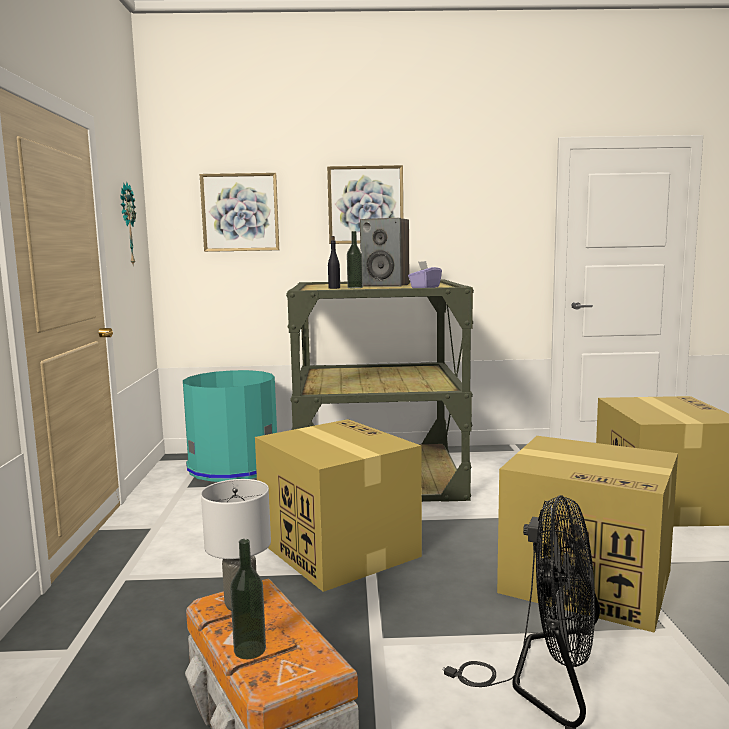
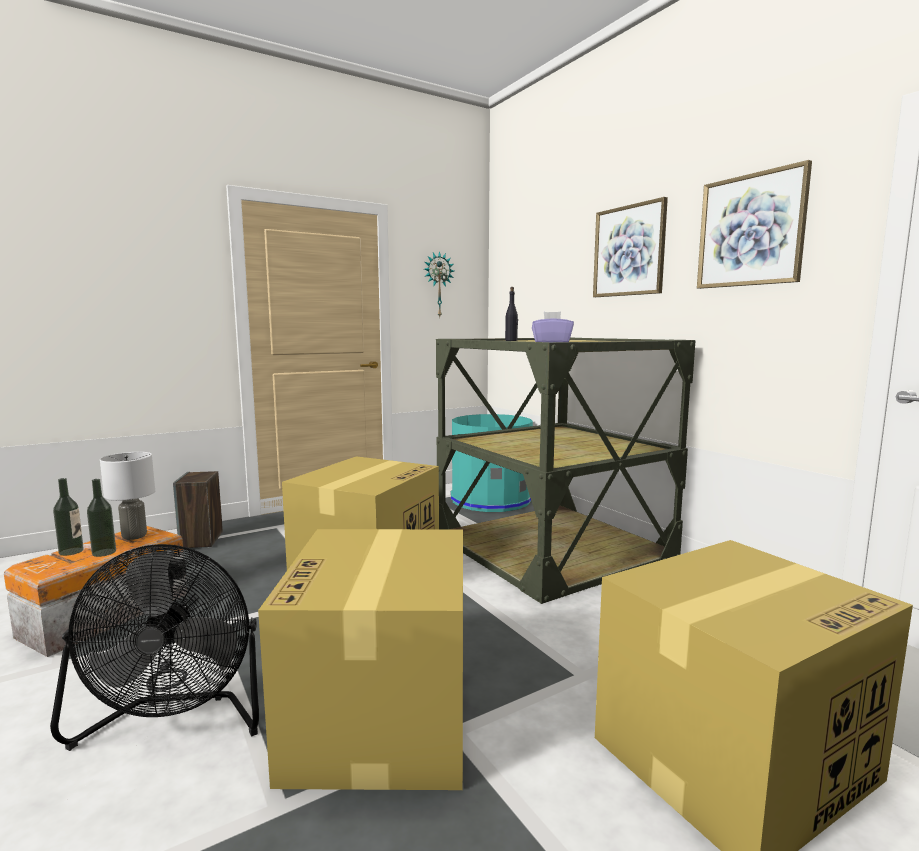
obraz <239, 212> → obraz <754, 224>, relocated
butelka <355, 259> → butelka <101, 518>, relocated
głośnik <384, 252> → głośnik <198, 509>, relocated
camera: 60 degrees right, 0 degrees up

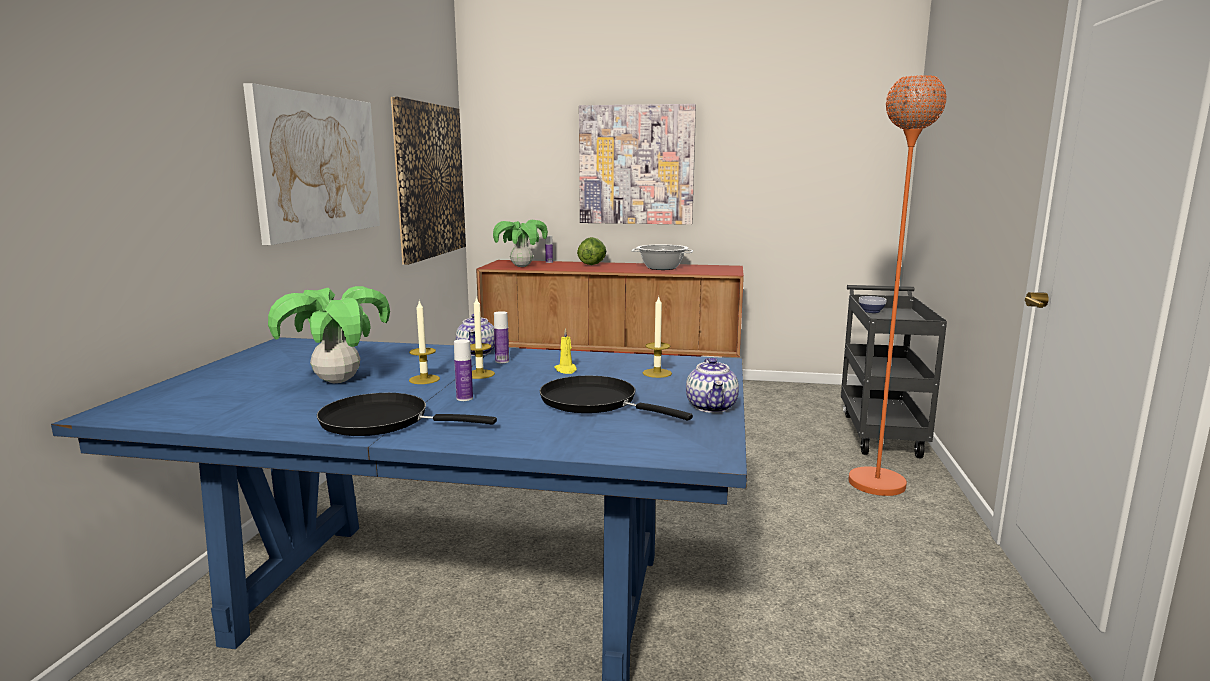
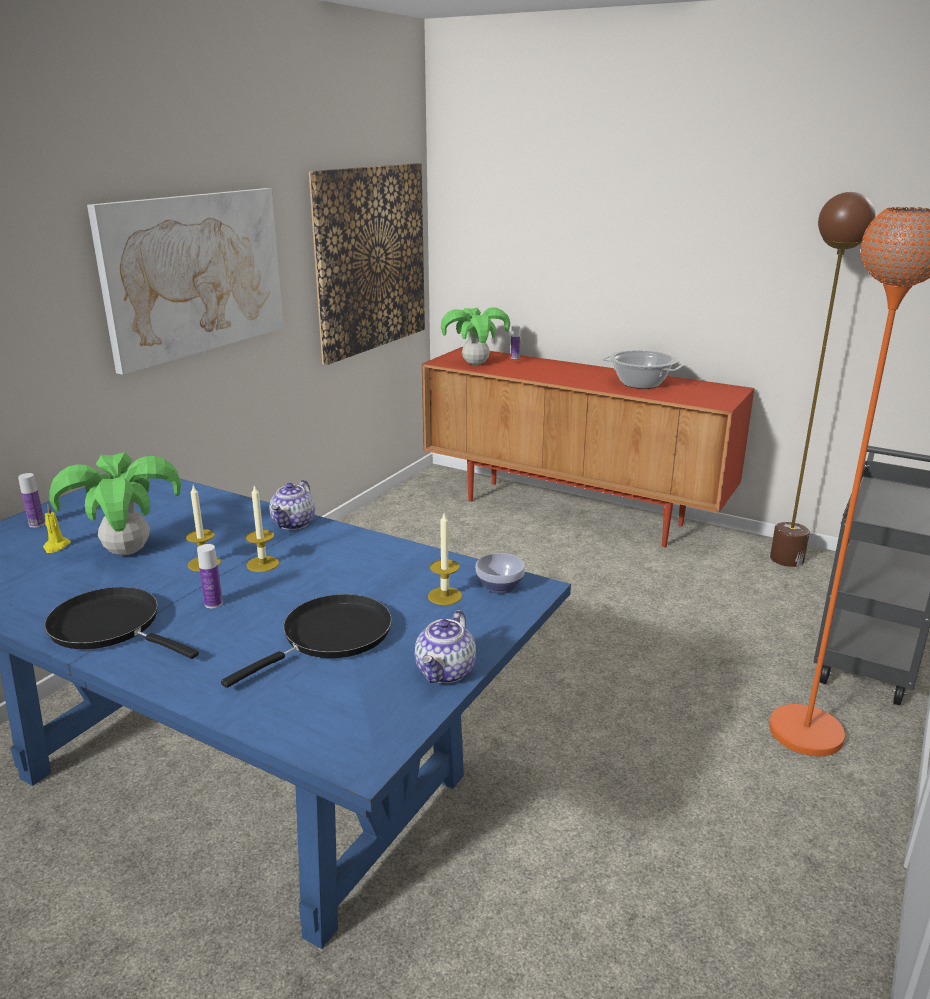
sałata <591, 251> → -
obraz <637, 164> → -
- → lampa stojąca [brązowy] <823, 379>
butelka <501, 337> → butelka <31, 500>, relocated
świeca [żółty] <565, 351> → świeca [żółty] <57, 529>, relocated
miska <873, 304> → miska <500, 573>, relocated
patelnia [czarny] <616, 398> → patelnia [czarny] <306, 641>, 75 degrees clockwise
camera: 20 degrees right, 10 degrees up

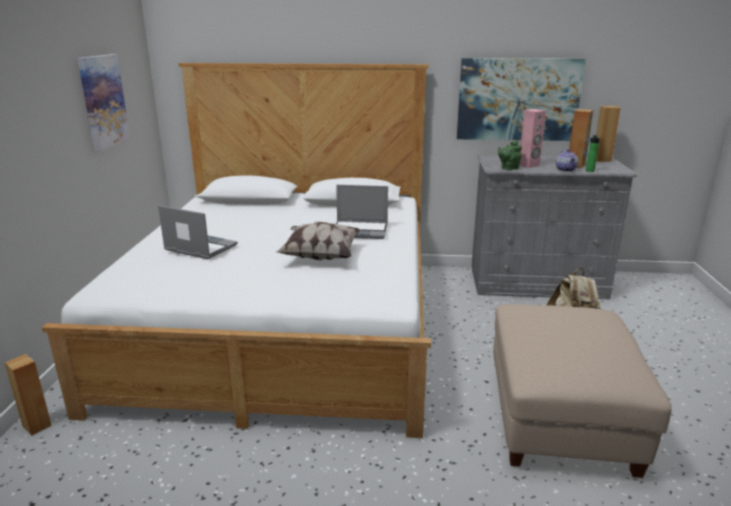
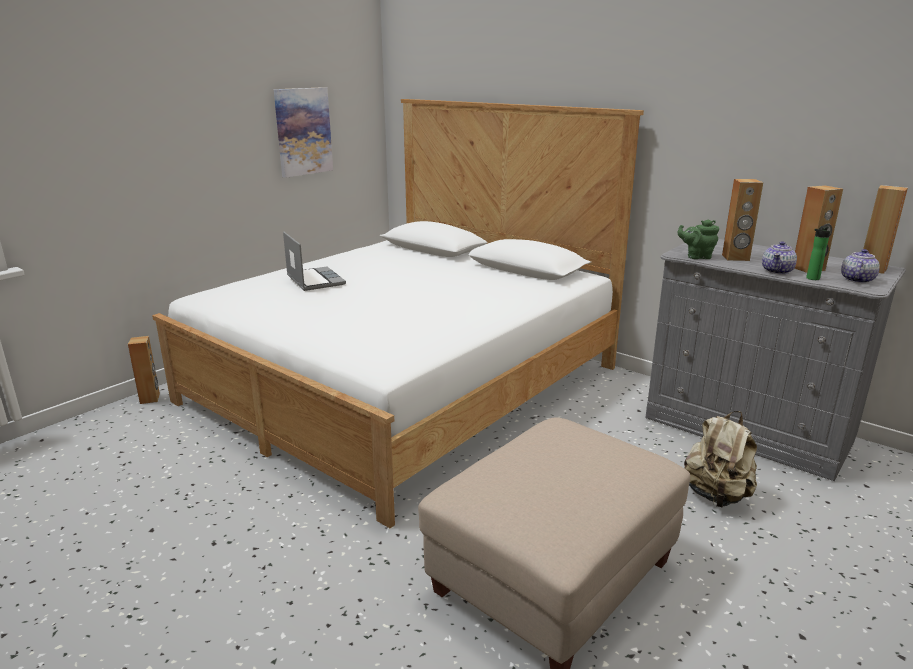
poduszka <318, 241> → -
laptop <362, 212> → -
obraz <521, 99> → -
- → imbryk <860, 266>
głośnik [różowy] <532, 138> → głośnik [brązowy] <742, 220>
camera: 35 degrees right, 0 degrees up

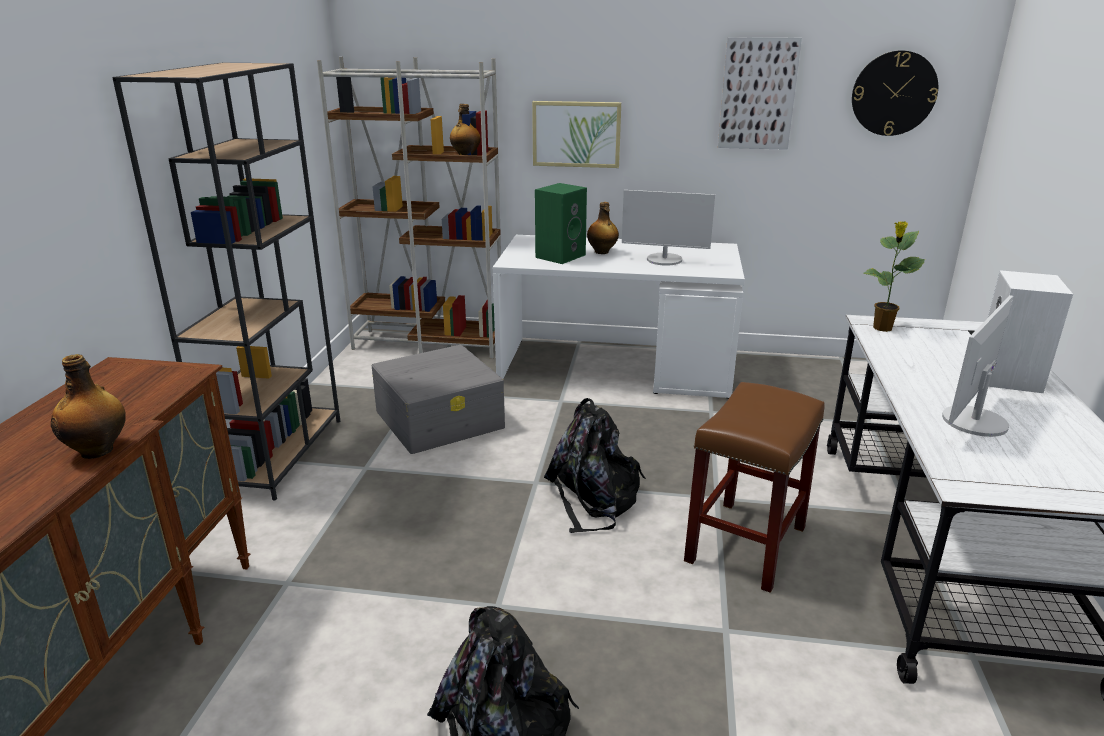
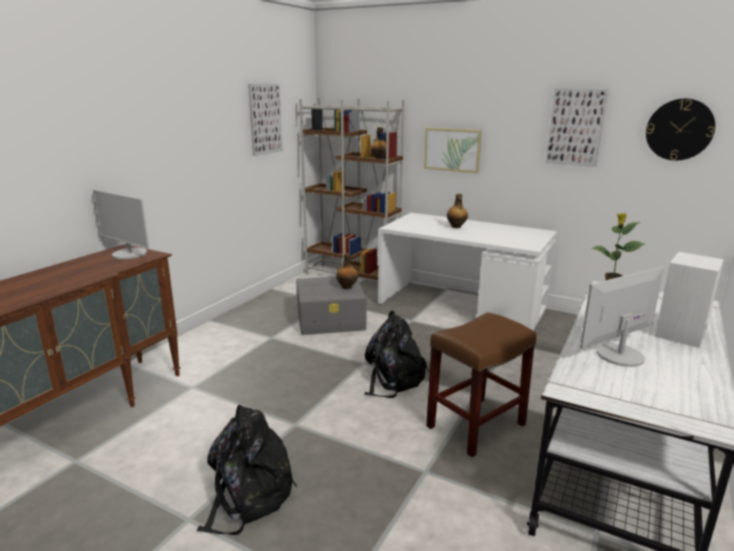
regał <226, 281> → -
głośnik [zielony] <561, 223> → -
- → obraz <265, 120>
butelka <88, 406> → butelka <347, 271>, relocated
monitor <668, 228> → monitor <121, 224>, relocated
camera: 20 degrees right, 5 degrees down

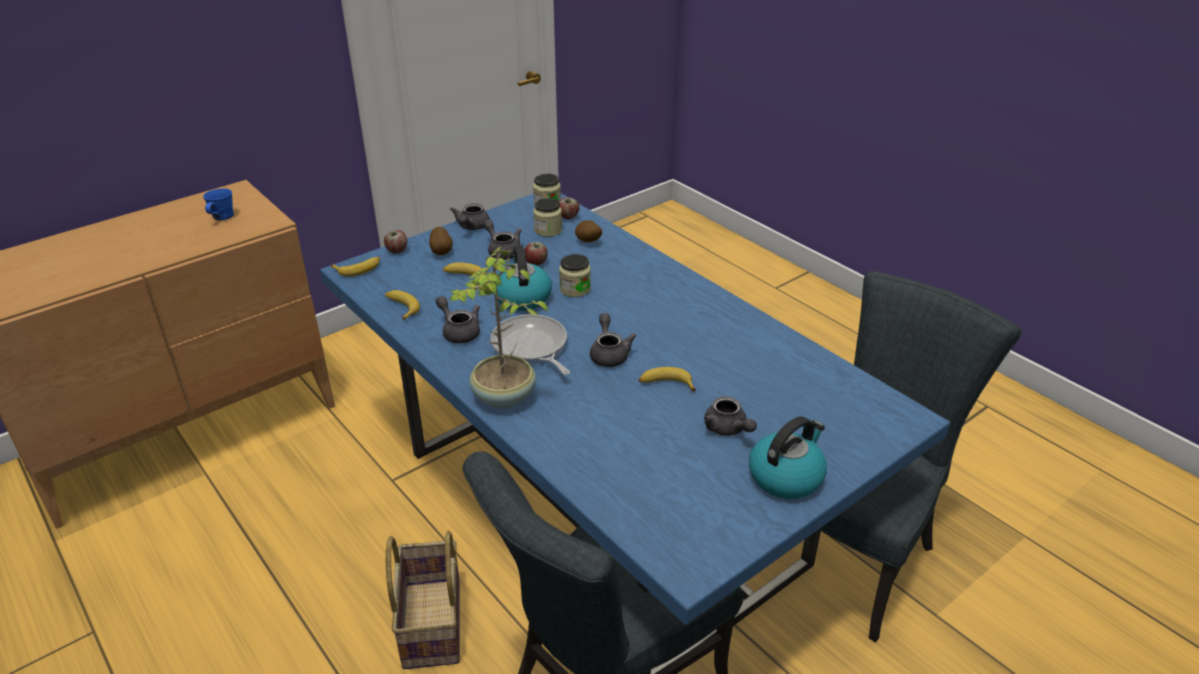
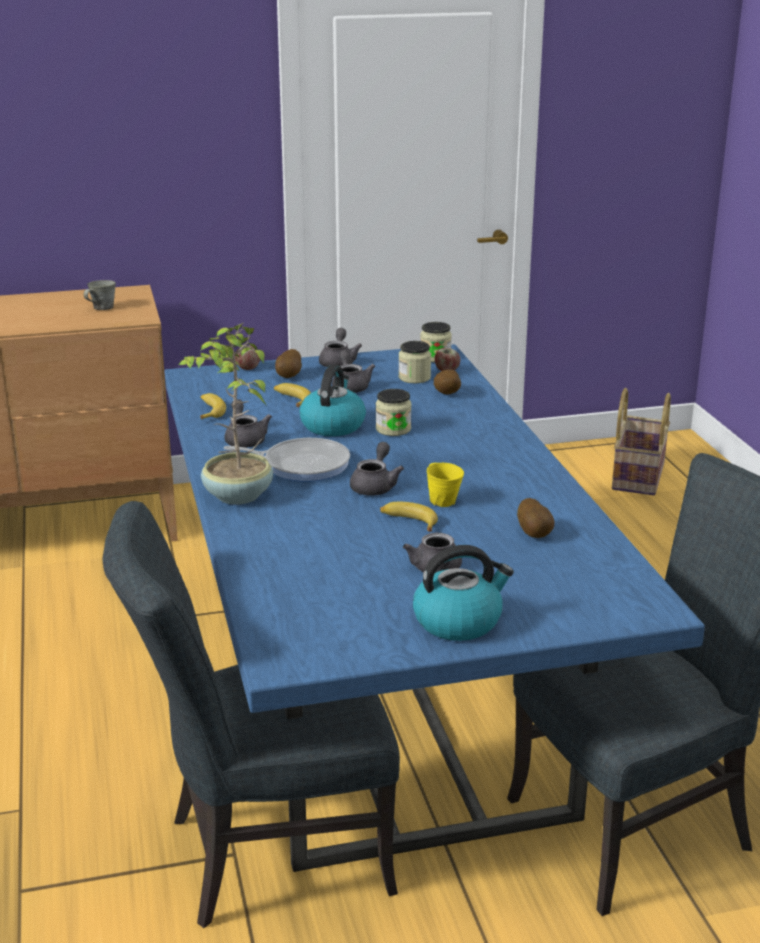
banan <355, 267> → -
jabłko <536, 253> → -
- → kubek [żółty] <445, 485>
- → ziemniak <535, 518>
koszyk <423, 600> → koszyk <641, 441>, relocated
kubek [niebieski] <218, 204> → kubek [szary] <100, 295>
imbryk [szary] <470, 216> → imbryk [szary] <340, 347>, 150 degrees clockwise
patelnia <530, 344> → patelnia <287, 460>, 105 degrees clockwise
camera: 25 degrees right, 10 degrees down

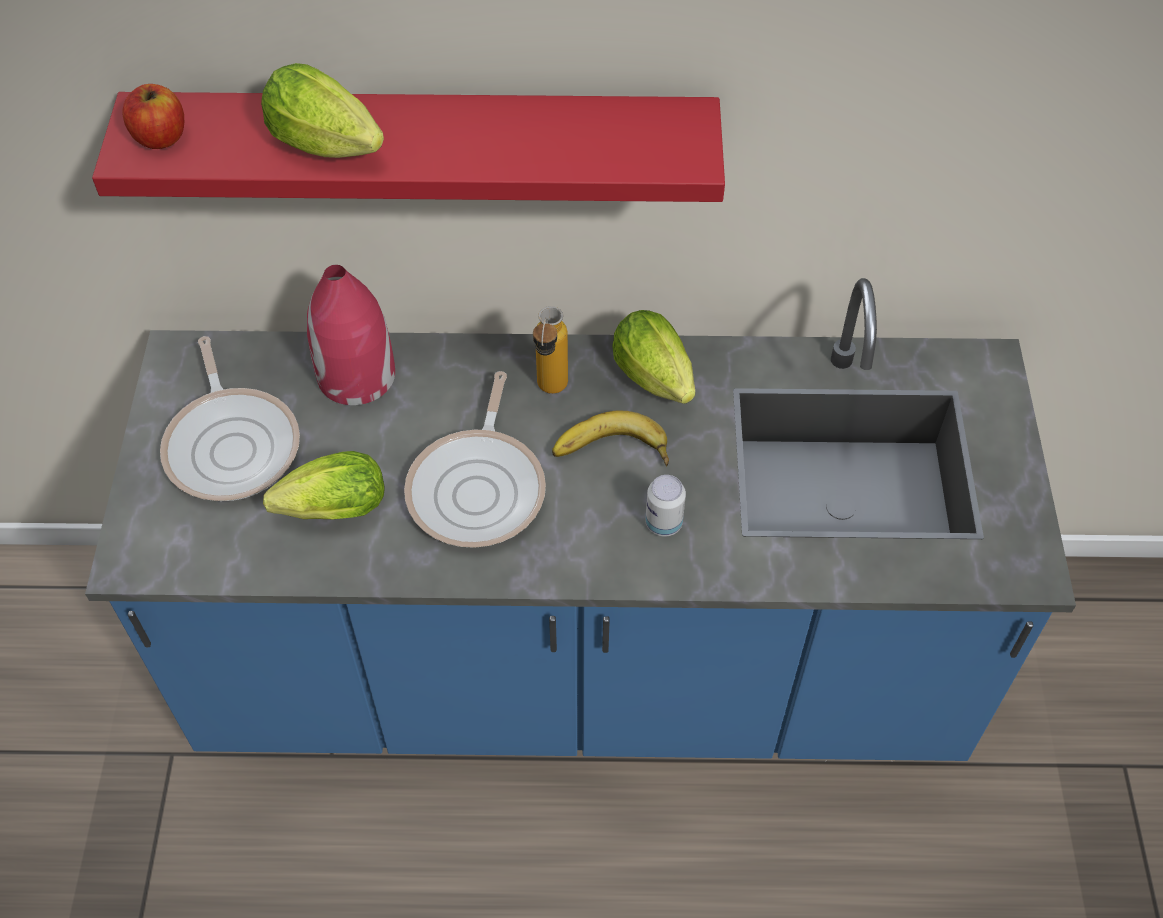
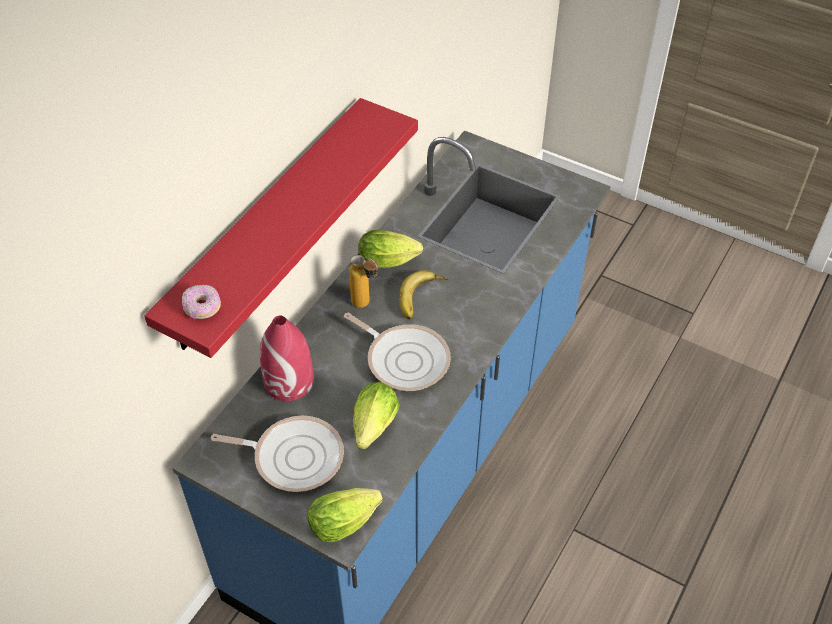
puszka <665, 506> → -
sałata <322, 110> → sałata <345, 515>, relocated
jabłko <153, 116> → donut <201, 302>
camera: 60 degrees left, 5 degrees down

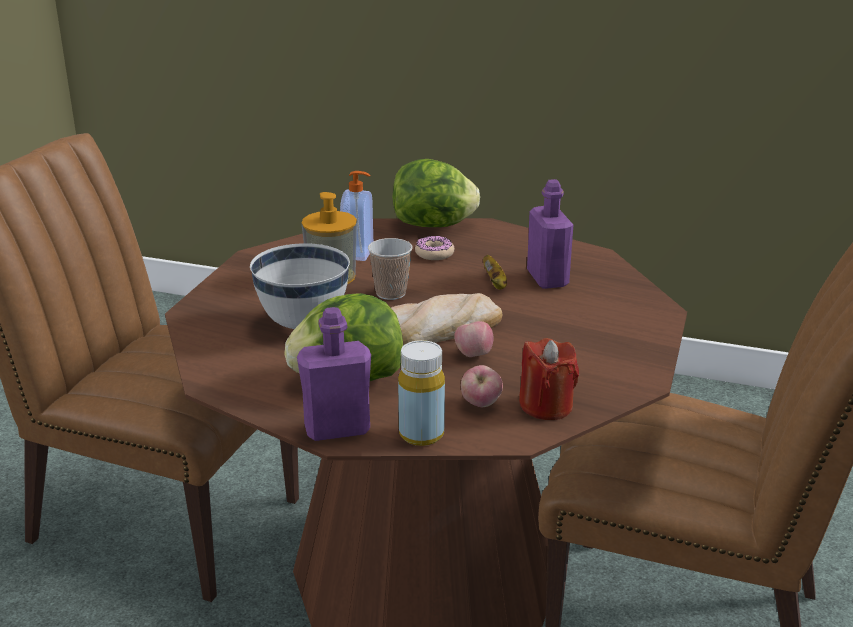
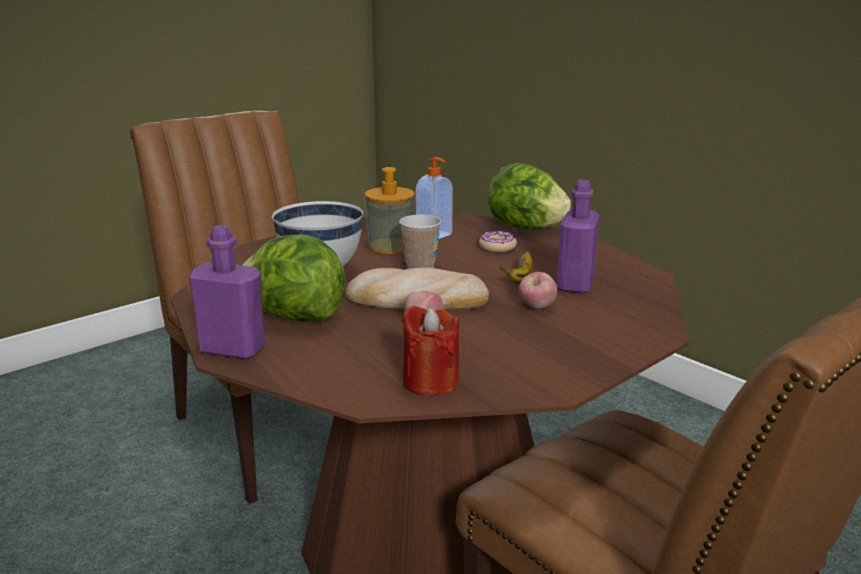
butelka [żółty] <421, 393> → -
jabłko <482, 386> → jabłko <538, 290>, relocated
camera: 30 degrees right, 5 degrees down

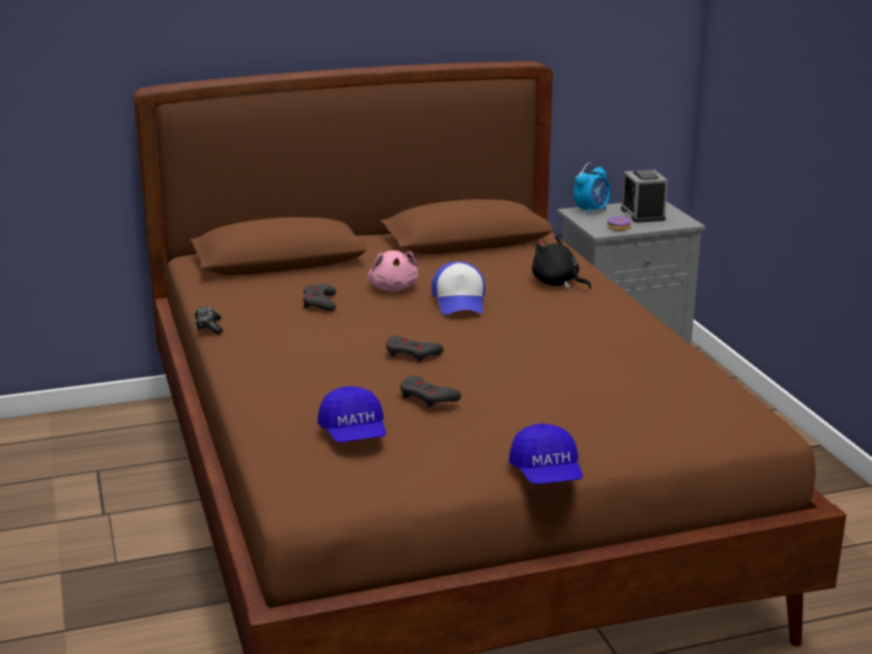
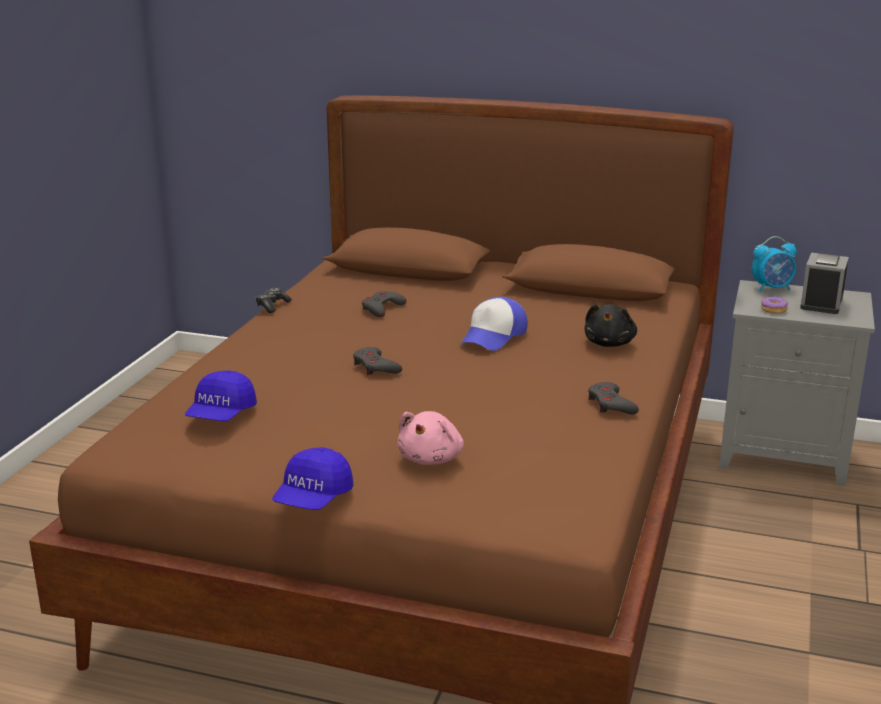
pluszak [różowy] <393, 270> → pluszak [różowy] <431, 438>, relocated
pad do gier [szary] <430, 392> → pad do gier [szary] <613, 398>, relocated
pluszak [czarny] <562, 262> → pluszak [czarny] <610, 325>, 150 degrees counterclockwise
camera: 35 degrees right, 0 degrees up

